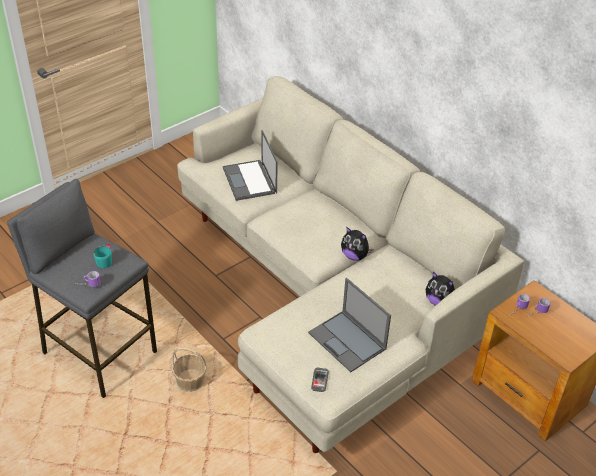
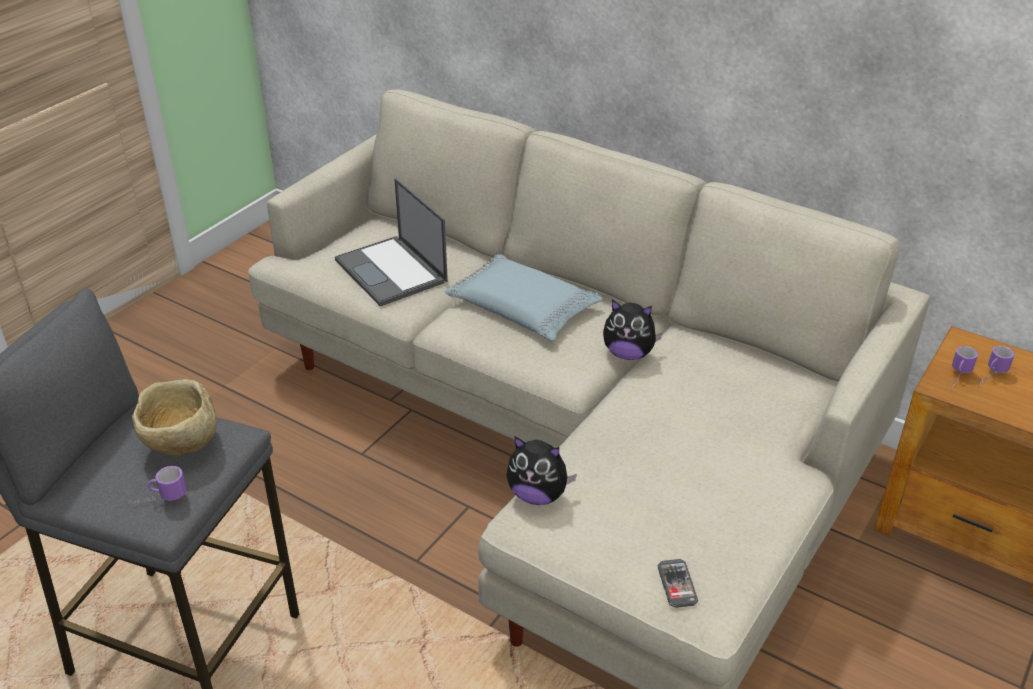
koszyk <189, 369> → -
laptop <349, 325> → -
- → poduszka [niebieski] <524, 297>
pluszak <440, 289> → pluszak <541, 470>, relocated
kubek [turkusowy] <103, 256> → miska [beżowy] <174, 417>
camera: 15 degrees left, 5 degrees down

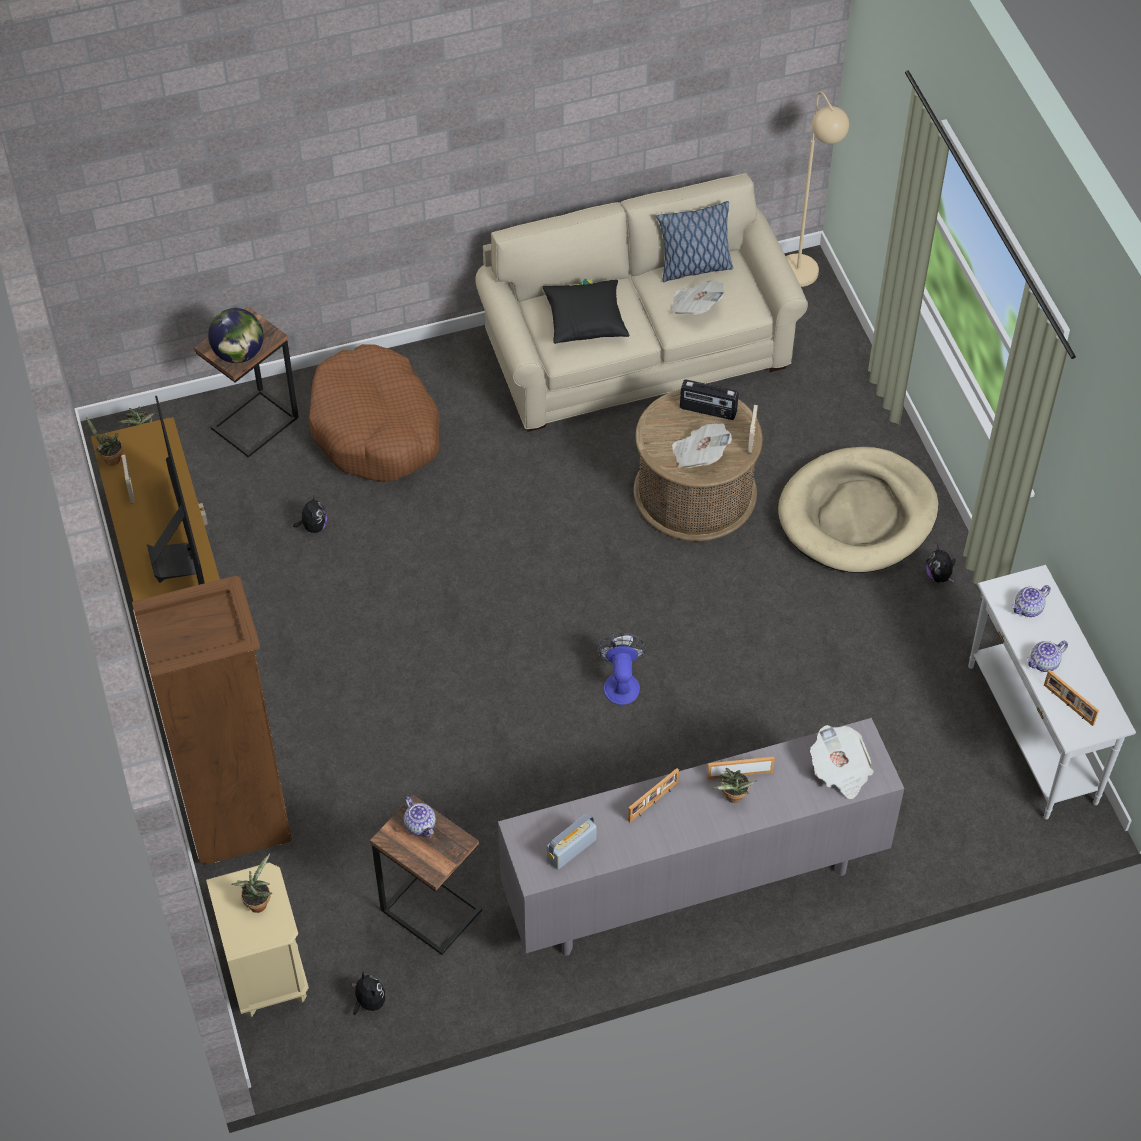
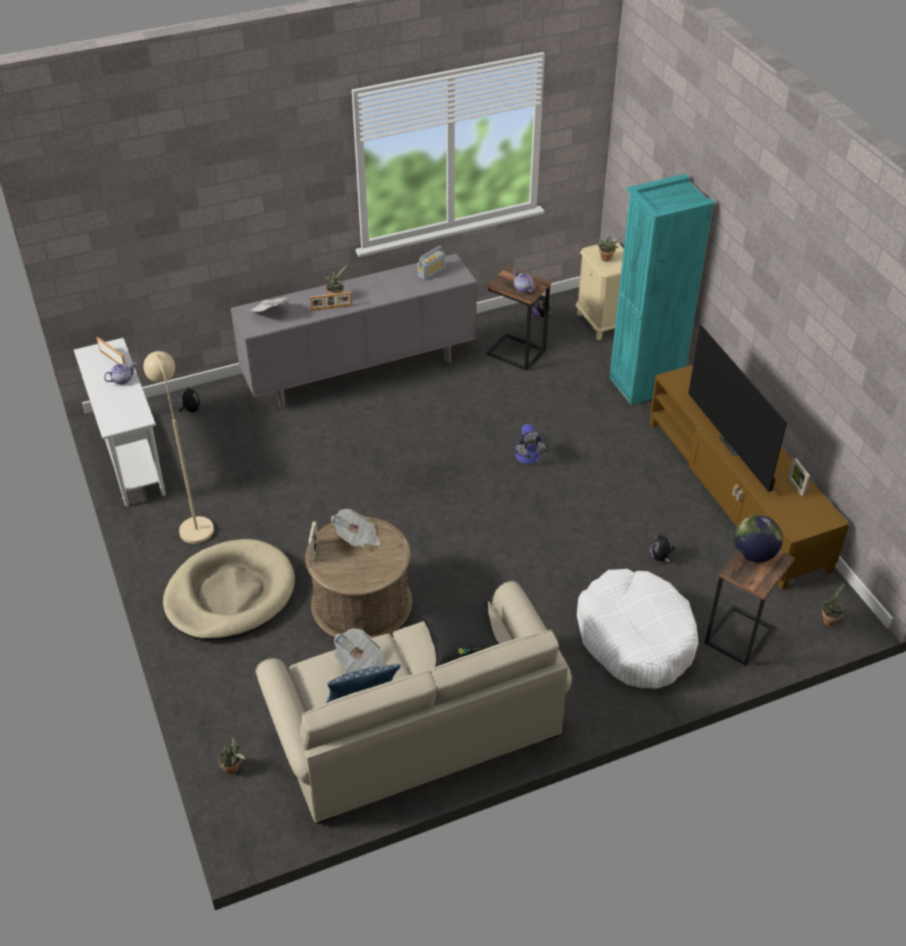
ramka na zdjęcie <653, 795> → -
radio <709, 400> → -
imbryk <1031, 601> → -
roślina doniczkowa <104, 441> → roślina doniczkowa <232, 755>, relocated
wentylator <621, 669> → wentylator <531, 444>, relocated
lampa stojąca [beżowy] <817, 189> → lampa stojąca [beżowy] <178, 447>, relocated
pluszak <941, 564> → pluszak <190, 398>, relocated
szafka [brązowy] <212, 720> → szafka [turkusowy] <662, 289>
legowisko [brązowy] <374, 413> → legowisko [biały] <637, 629>
camera: 175 degrees right, 10 degrees down

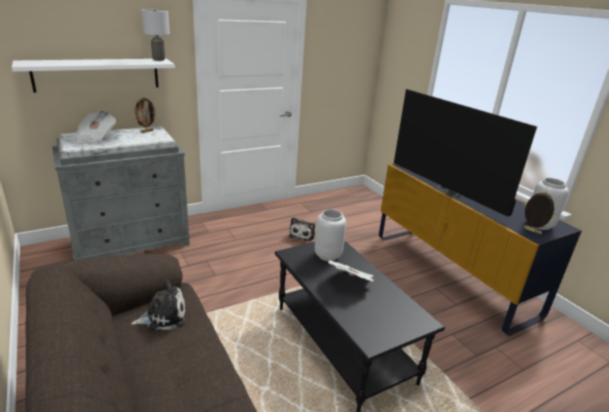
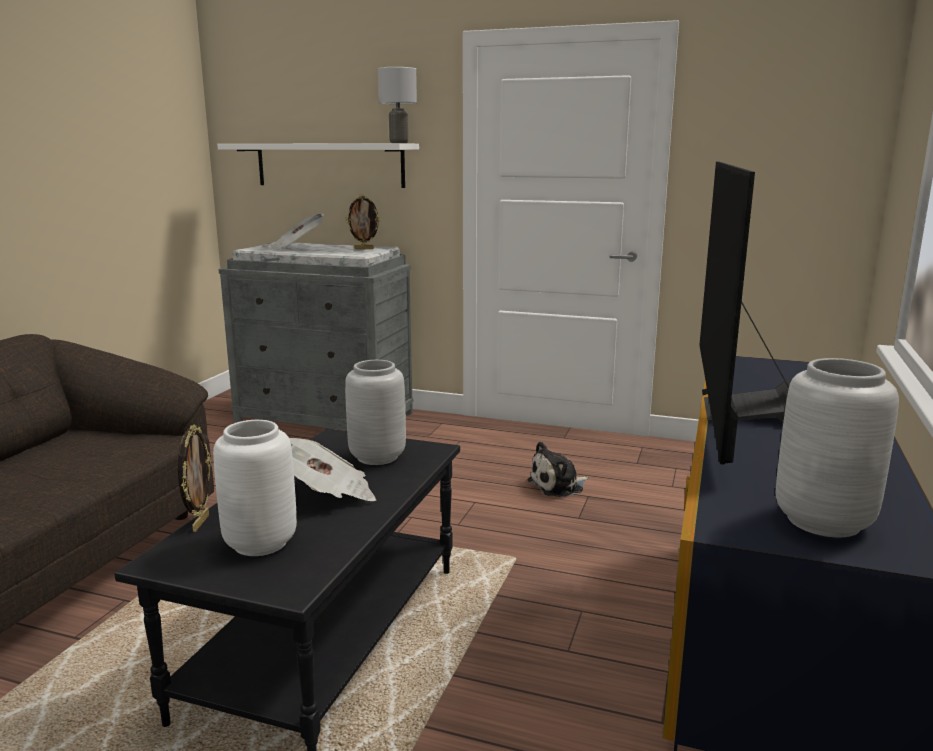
pluszak <158, 305> → -
- → wazon [biały] <255, 488>
ramka na zdjęcie <540, 212> → ramka na zdjęcie <194, 478>, relocated
camera: 50 degrees right, 10 degrees down

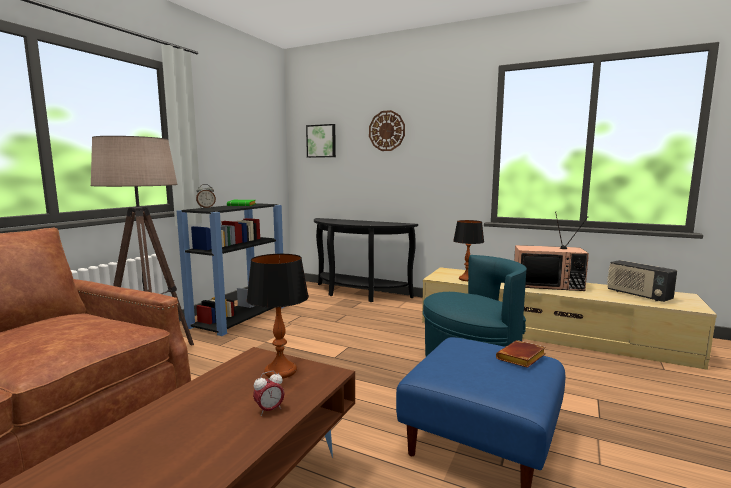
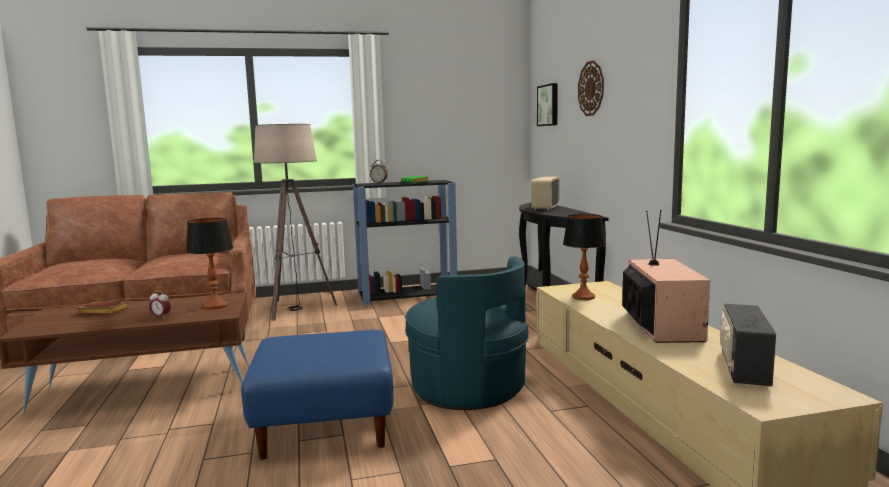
- → radio <545, 194>
książka [brązowy] <521, 354> → książka [brązowy] <102, 308>, relocated
telewizor <551, 251> → telewizor <666, 276>, 150 degrees counterclockwise
camera: 50 degrees right, 0 degrees up

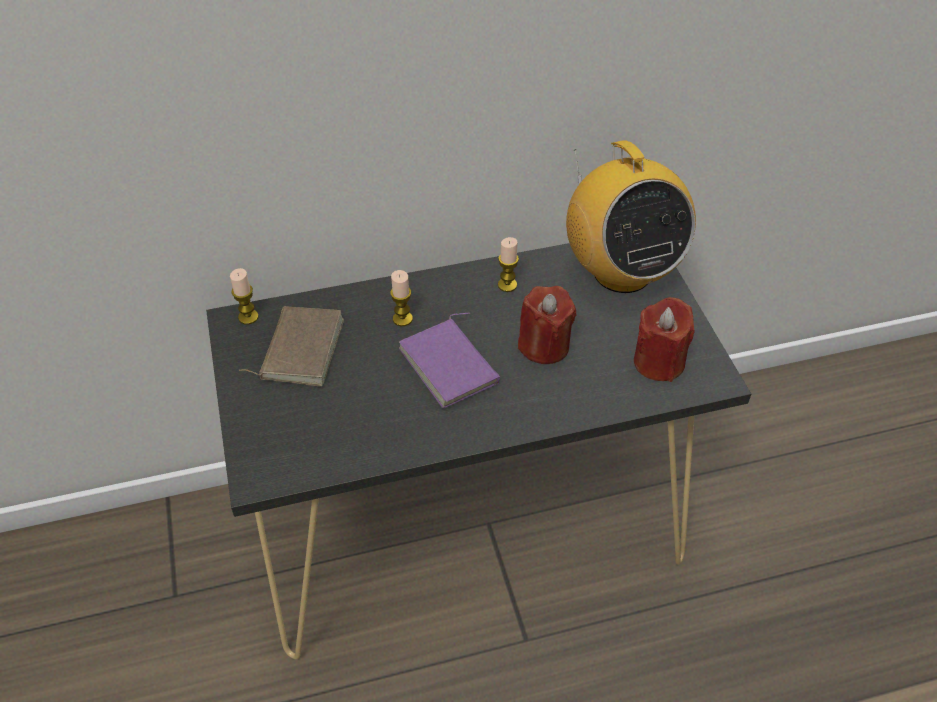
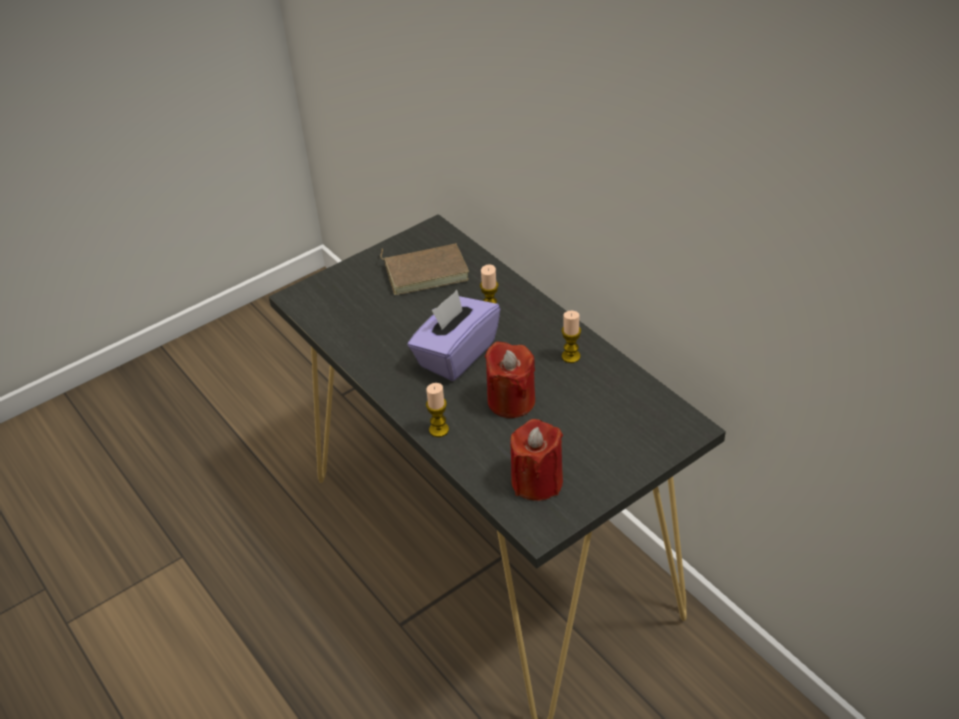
radio <631, 216> → -
świeca <244, 296> → świeca <437, 410>, relocated
książka [fioletowy] <449, 361> → pudełko chusteczek [fioletowy] <453, 335>
camera: 70 degrees right, 5 degrees down

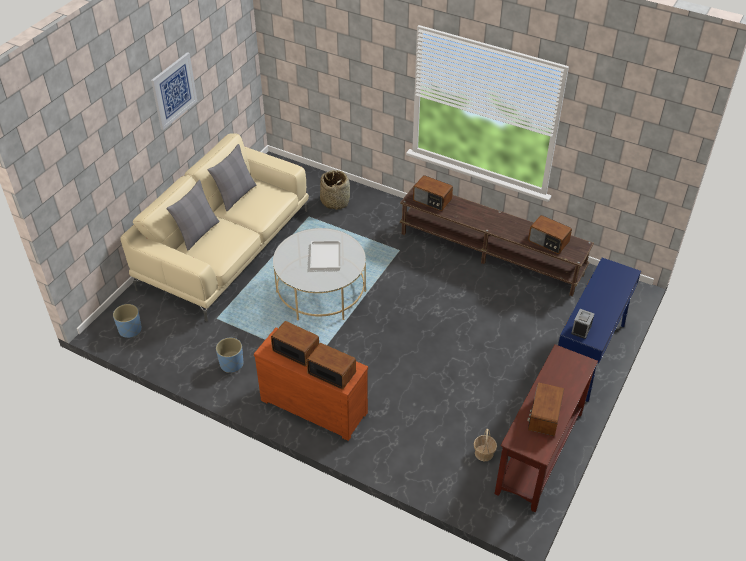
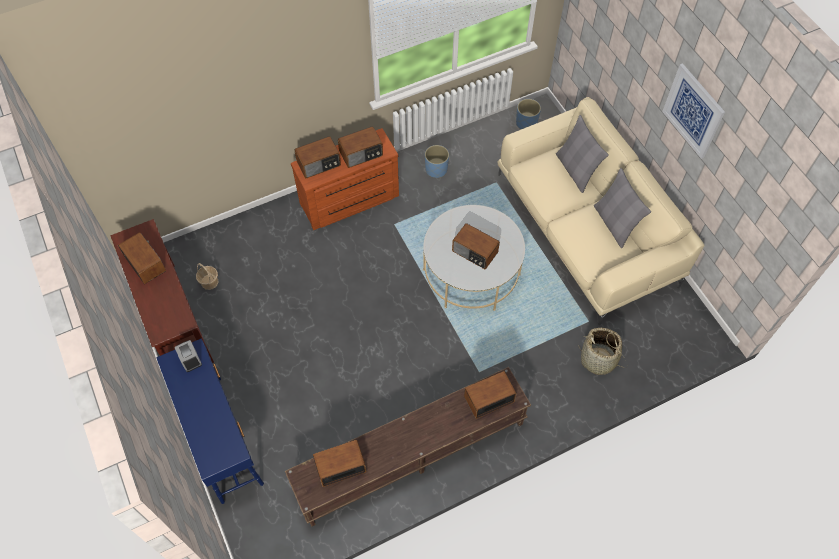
taca [biały] <325, 255> → radio <476, 246>
camera: 125 degrees right, 15 degrees up

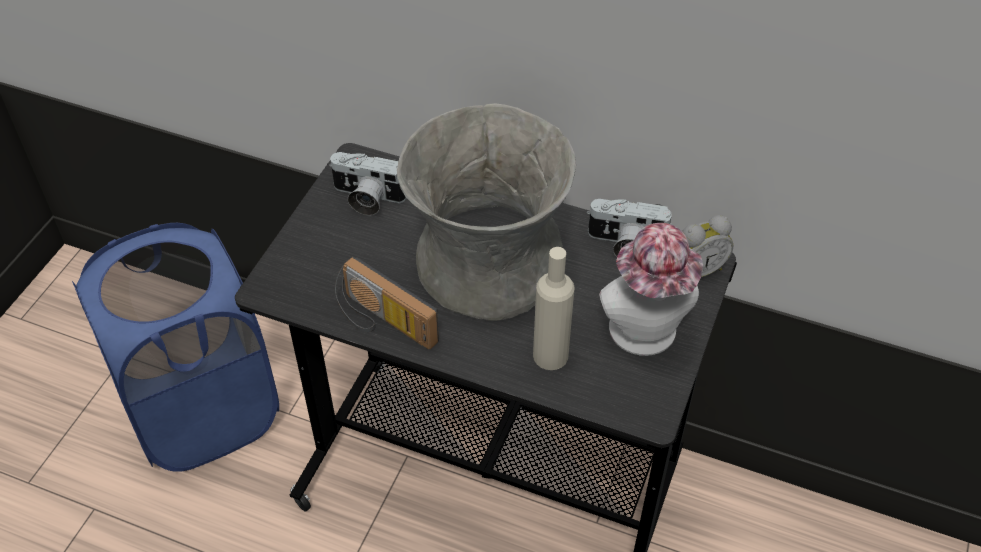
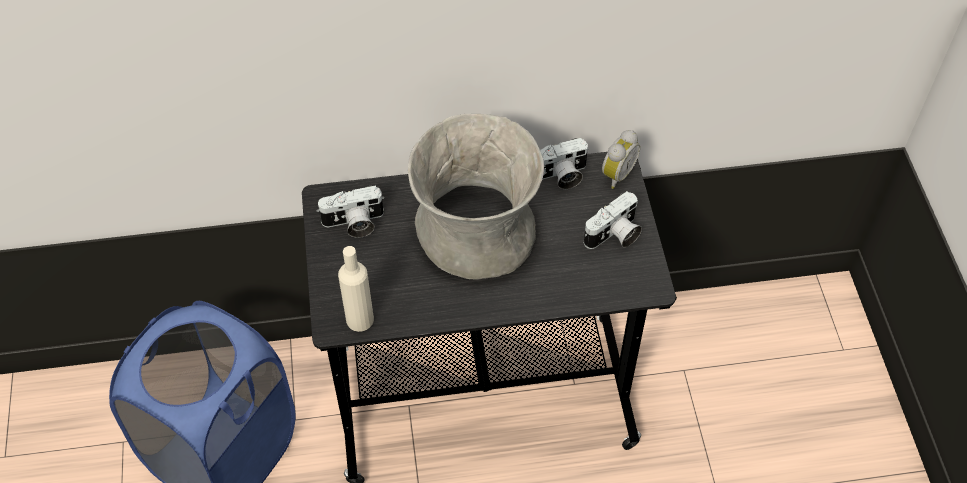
radio <387, 303> → -
butelka [beżowy] <554, 308> → butelka [beżowy] <356, 289>, relocated
kapelusz <651, 289> → aparat fotograficzny <613, 220>
camera: 30 degrees left, 5 degrees up

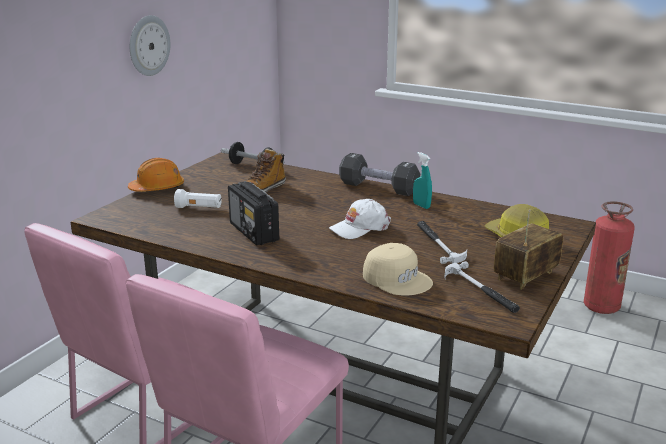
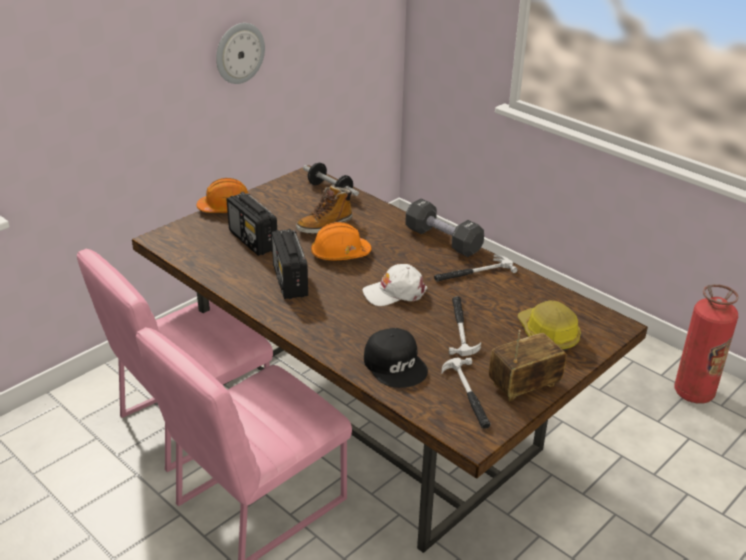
- → kask [pomarańczowy] <341, 241>
latarka [biały] <198, 198> → radio <251, 224>
spryskiwacz [turkusowy] <422, 180> → młotek <475, 268>
czapka z daszkiem [beżowy] <398, 269> → czapka z daszkiem [czarny] <396, 358>
camera: 15 degrees right, 10 degrees up

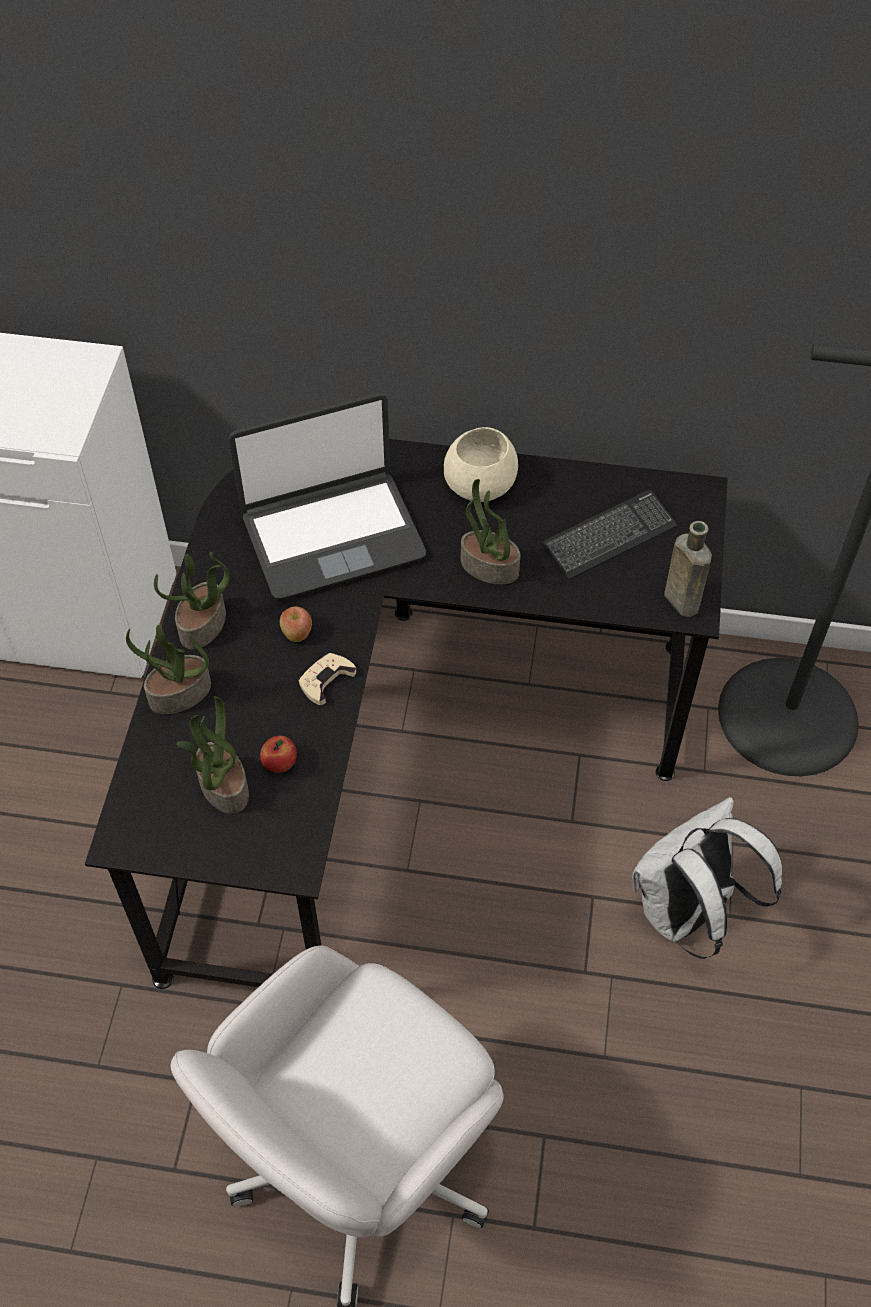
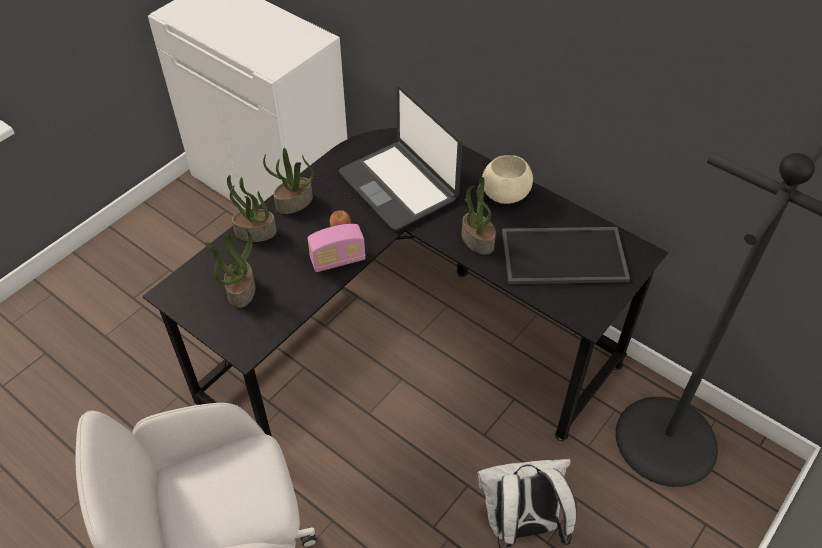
jabłko <278, 754> → -
butelka [brązowy] <688, 569> → -
pad do gier [beżowy] <327, 679> → radio <336, 248>
klawiatura <610, 535> → taca <566, 255>
laptop <327, 496> → laptop <400, 158>, 45 degrees clockwise
camera: 30 degrees right, 5 degrees down

